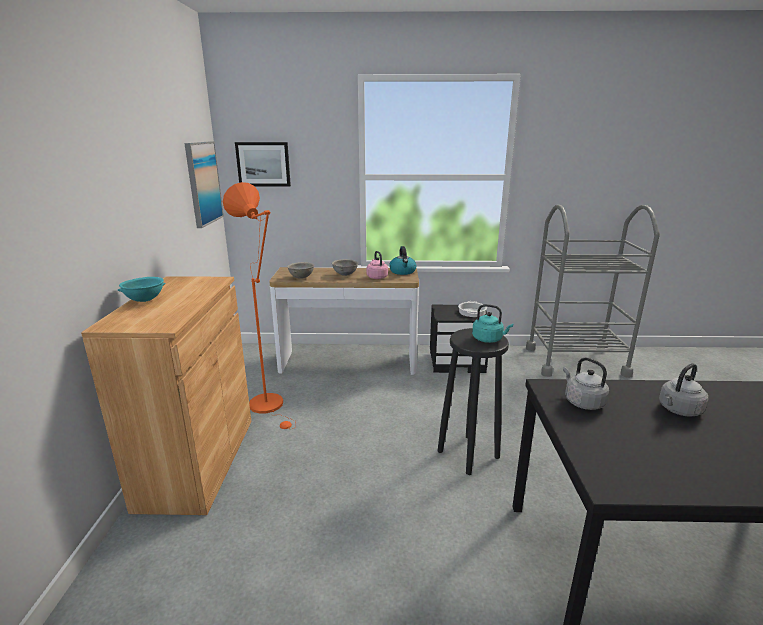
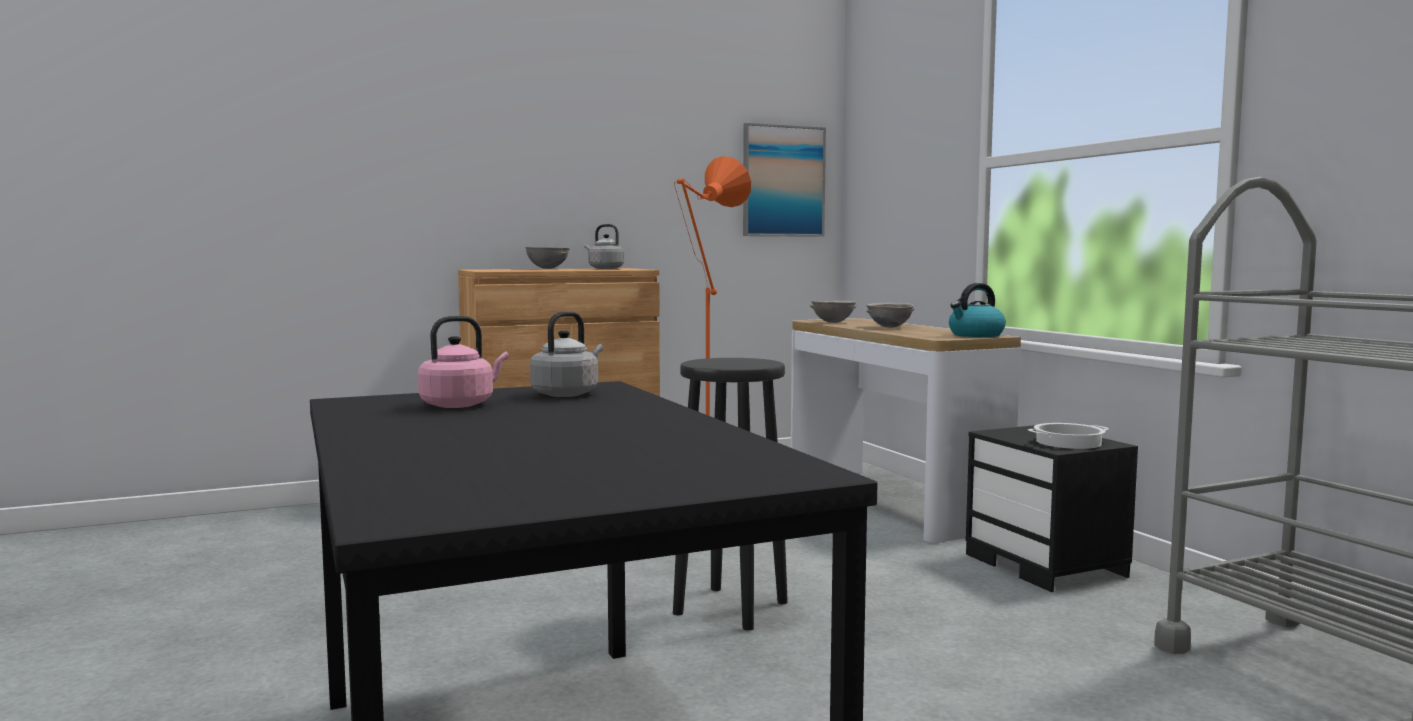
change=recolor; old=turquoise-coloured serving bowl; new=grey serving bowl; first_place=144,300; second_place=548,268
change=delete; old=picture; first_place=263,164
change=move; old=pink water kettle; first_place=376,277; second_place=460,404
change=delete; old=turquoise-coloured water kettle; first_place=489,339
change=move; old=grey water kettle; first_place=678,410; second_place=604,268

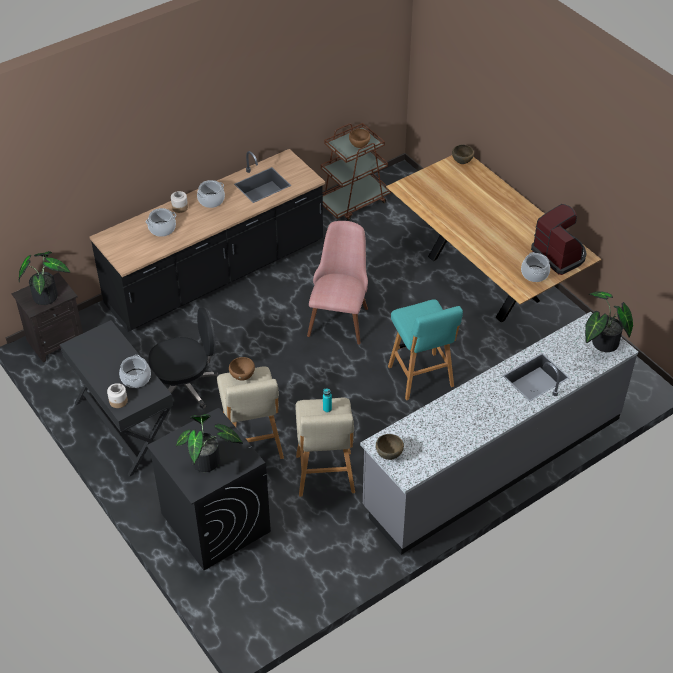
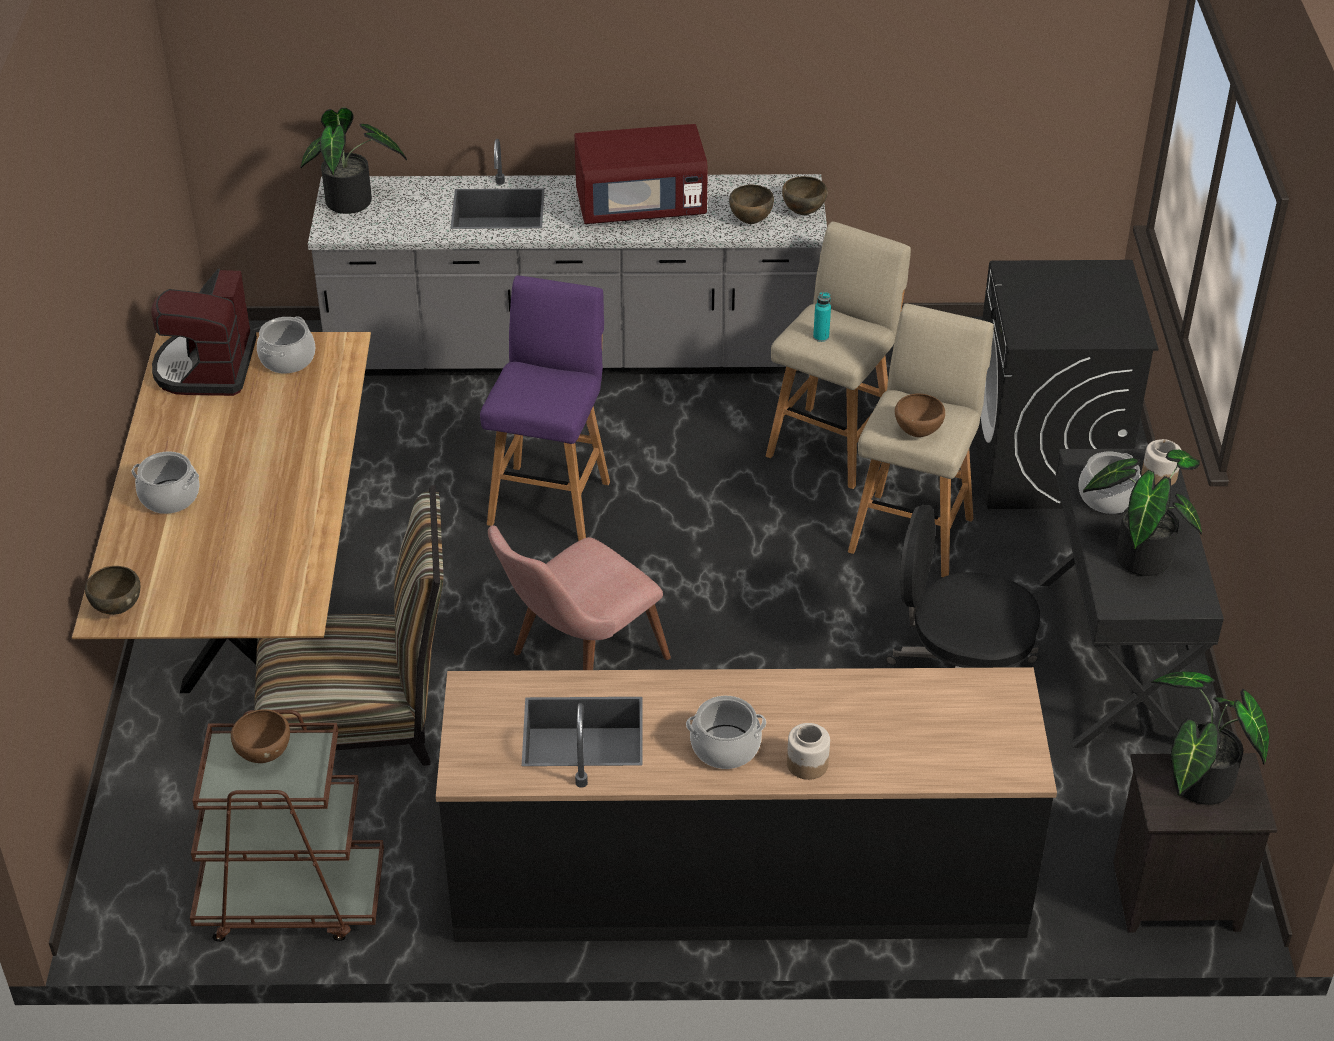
change=move; old=cooking pot; first_place=162,229; second_place=170,497
change=move; old=houseplant; first_place=208,463; second_place=1138,554
change=recolor; old=turquoise-coloured sitting stool; new=purplish sitting stool; first_place=421,378; second_place=550,500
change=insert; new=chair; second_place=361,717
change=insert; new=red-coloured kitchen microwave; second_place=641,207
change=insert; new=brown serving bowl; second_place=750,221

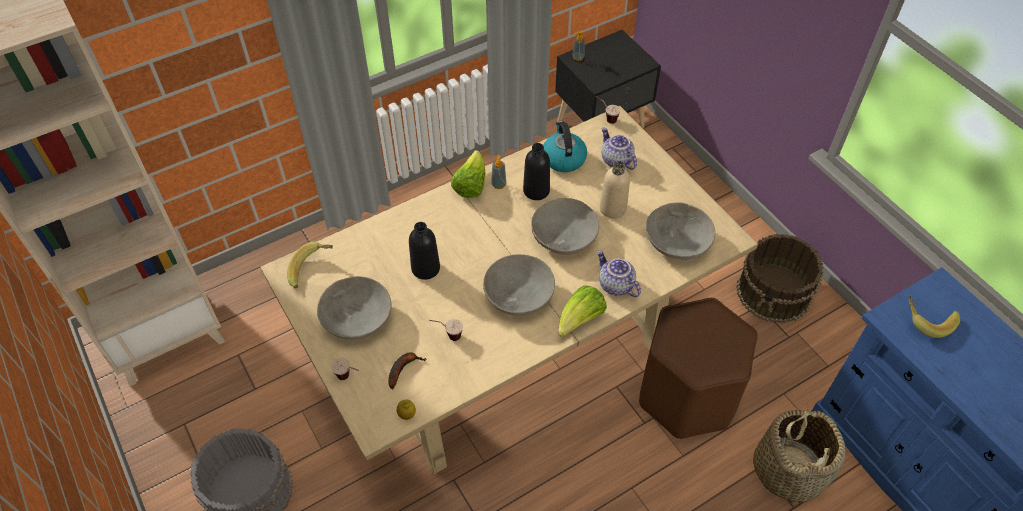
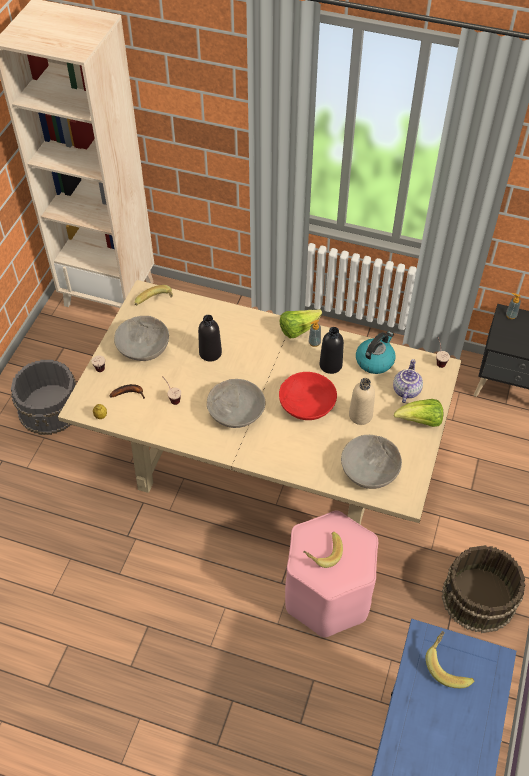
change=recolor; old=grey serving bowl; new=red-coloured serving bowl; first_place=564,237; second_place=307,405
change=move; old=lettuce; first_place=580,320; second_place=420,421
change=delete; old=tea pot; first_place=615,285
change=recolor; old=brown sitting stool; new=pink sitting stool; first_place=686,396; second_place=327,596
change=delete; old=household basket; first_place=788,470
change=insert; new=whole banana; second_place=322,553

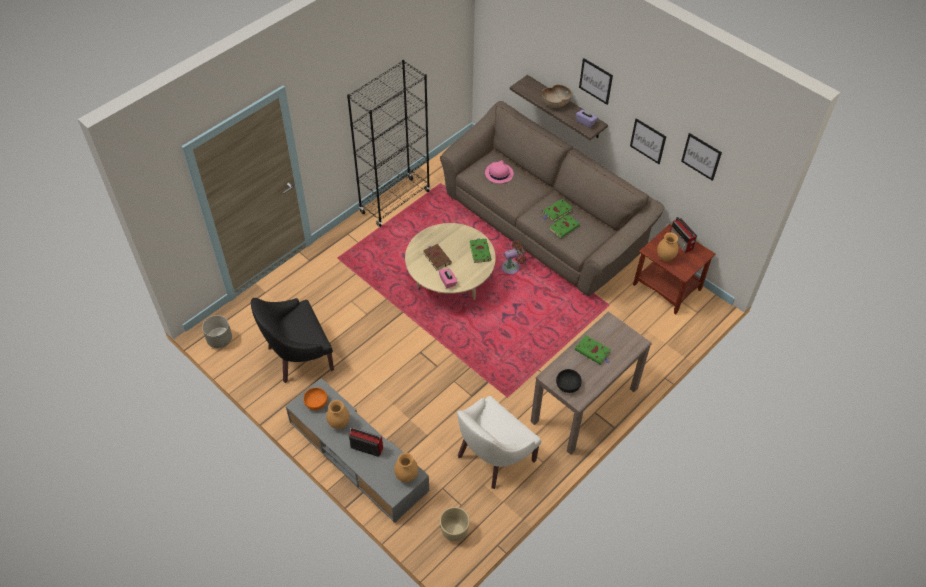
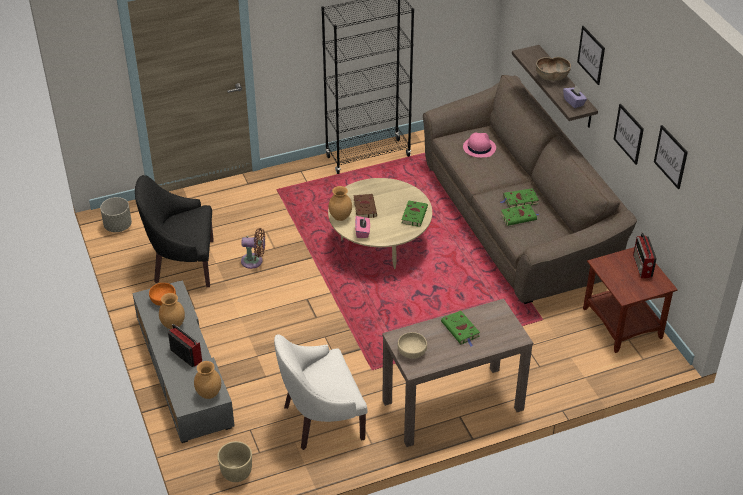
change=move; old=brown electric fan; first_place=512,267; second_place=254,261
change=recolor; old=black-coloured serving bowl; new=sand-coloured serving bowl; first_place=567,385; second_place=411,351
change=move; old=brown vase; first_place=665,257; second_place=341,217

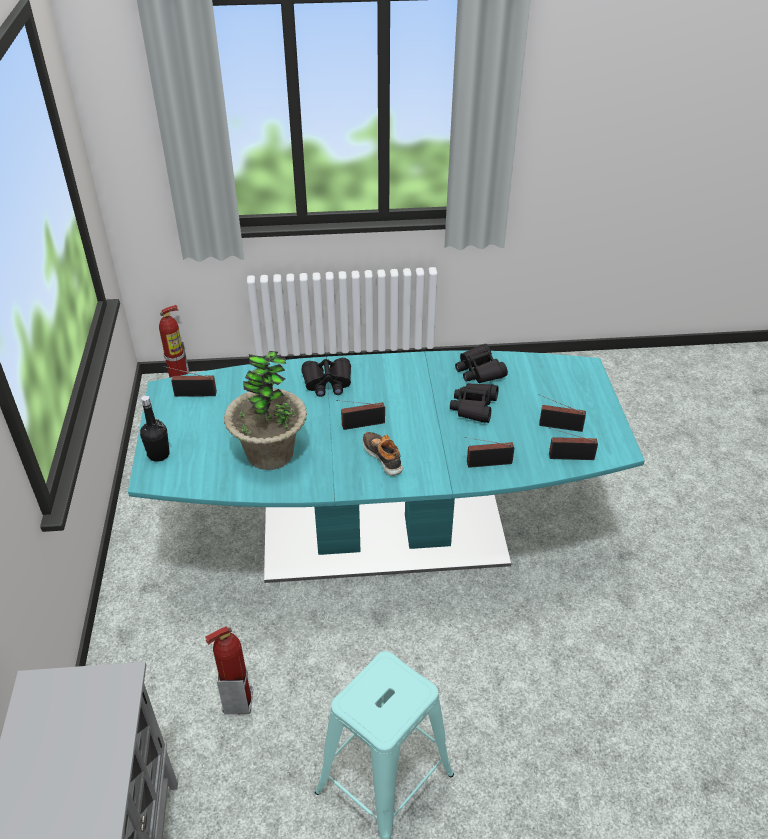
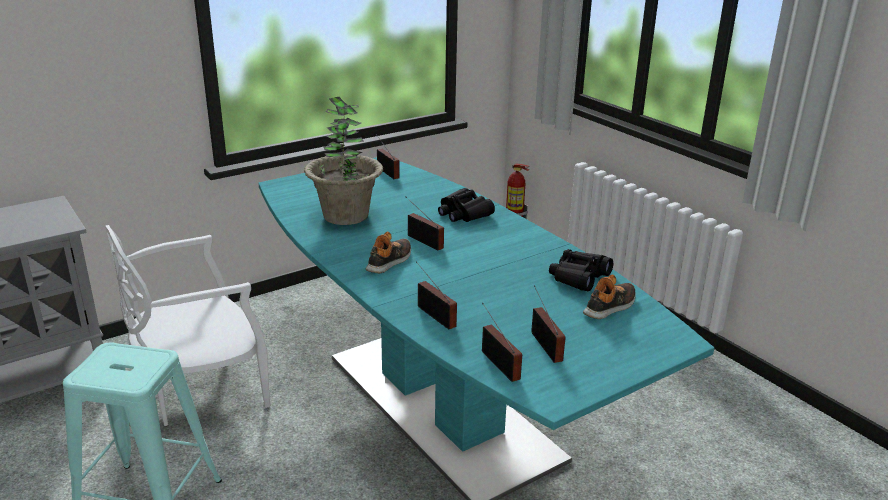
change=delete; old=black-coloured bottle; first_place=159,454
change=replace; old=fire-fighting cylinder; new=white chair; first_place=237,701; second_place=201,390
change=delete; old=black-coloured field glasses; first_place=474,407
change=insert; new=low shoe; second_place=610,306

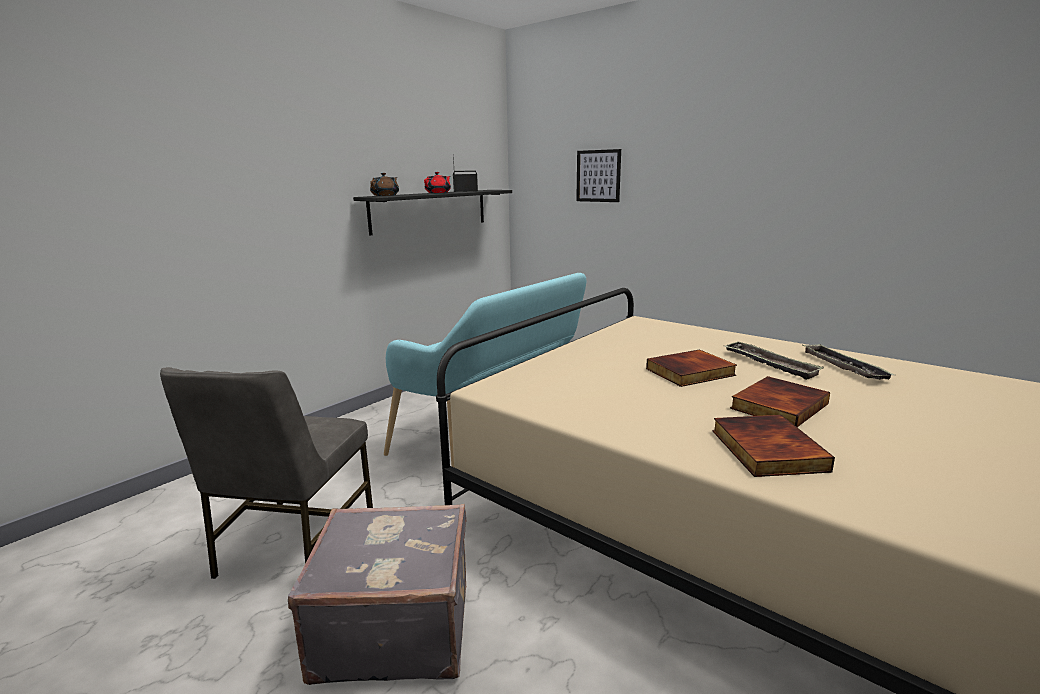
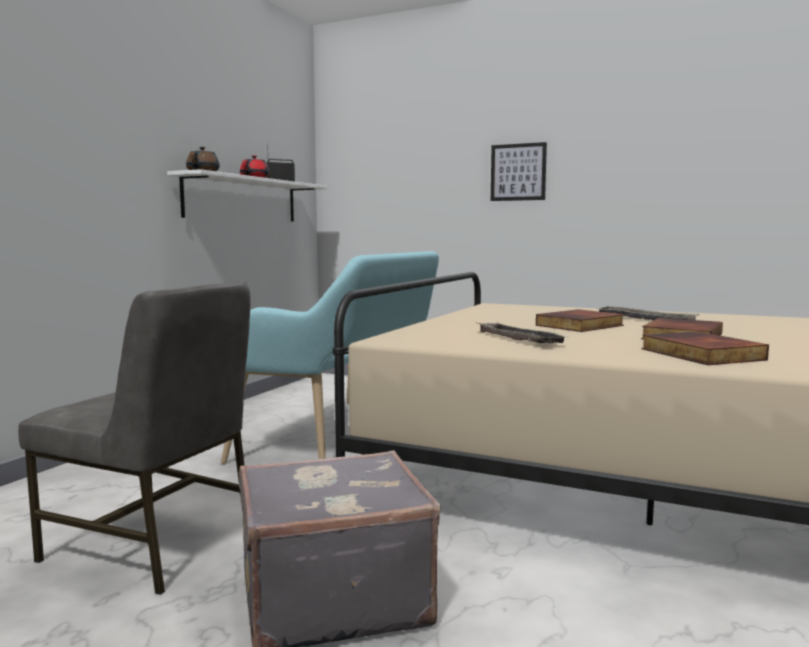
change=rotate; old=grey chair; first_place=294,543; second_place=153,546; degrees=-60
change=recolor; old=black-coloured shelf; new=white shelf; first_place=430,210; second_place=242,200
change=move; old=picture; first_place=598,176; second_place=518,172
change=move; old=serving tray; first_place=843,366; second_place=518,339

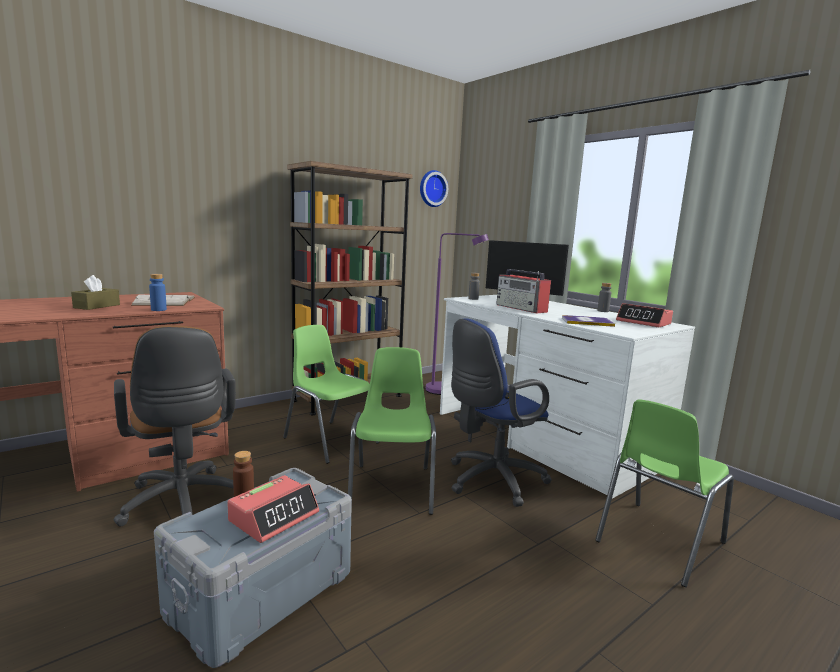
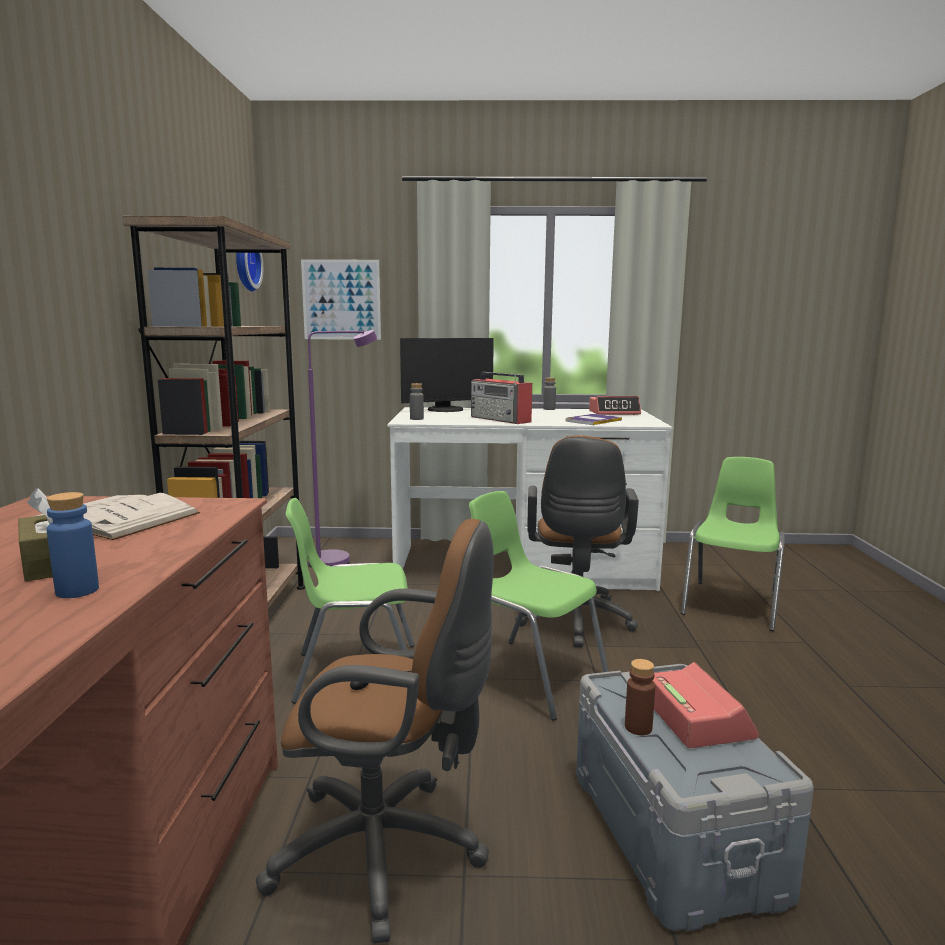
change=move; old=blue bottle; first_place=158,310; second_place=77,591
change=recolor; old=blue office chair; new=brown office chair; first_place=490,481; second_place=574,622
change=rotate; old=radio set; first_place=521,308; second_place=501,419; degrees=45
change=rotate; old=green chair; first_place=657,542; second_place=732,604; degrees=-150
change=insert; new=picture; second_place=341,300

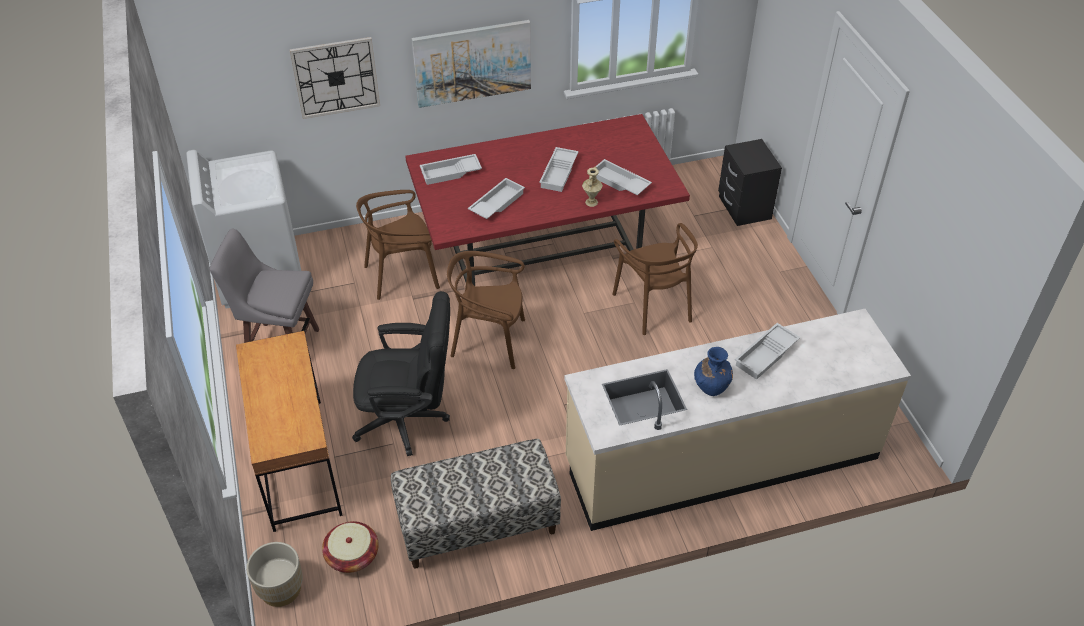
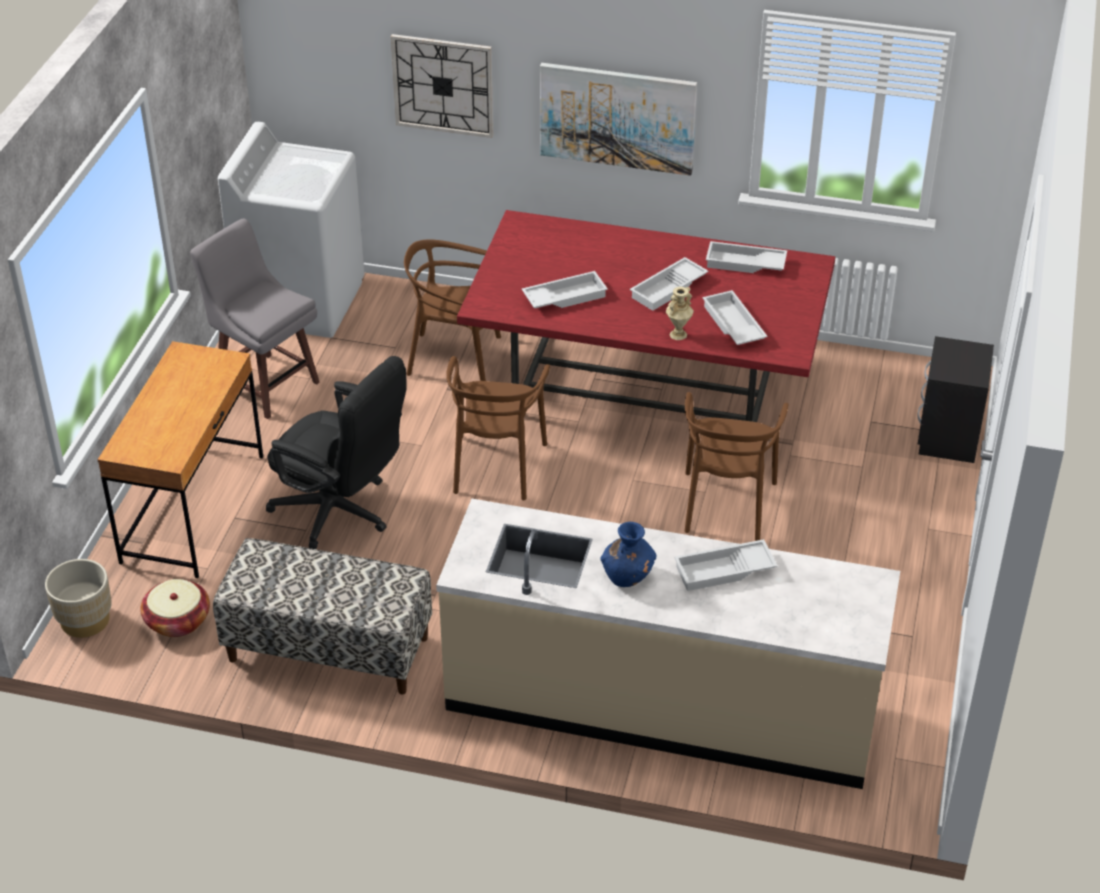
change=move; old=white serving tray; first_place=450,173; second_place=744,264
change=rotate; old=brown chair; first_place=489,340; second_place=496,466; degrees=-120

